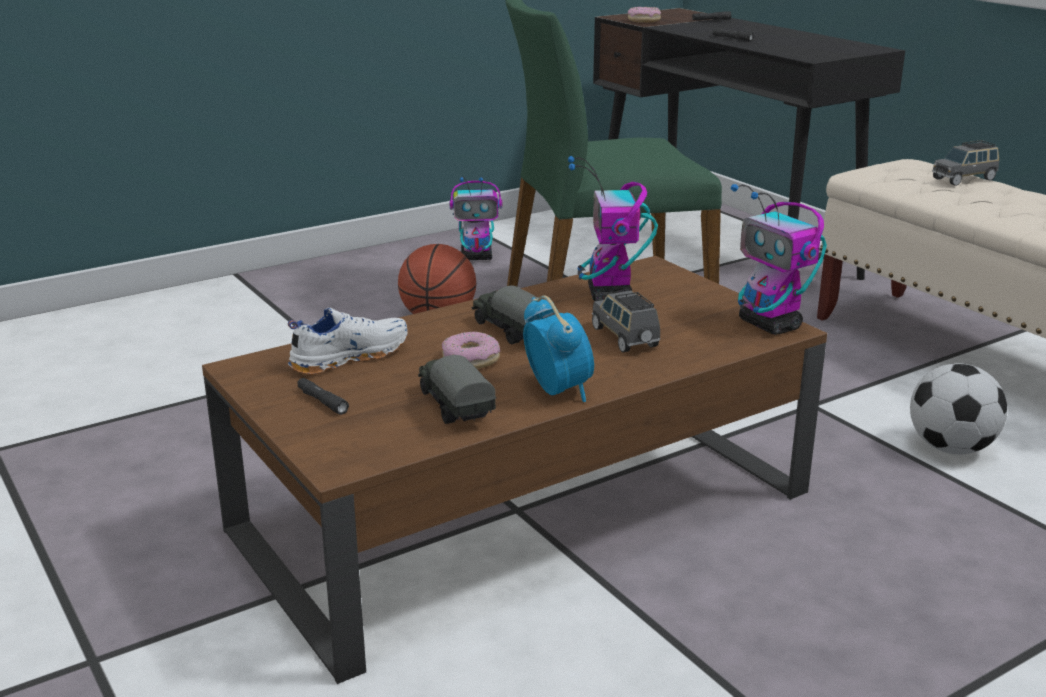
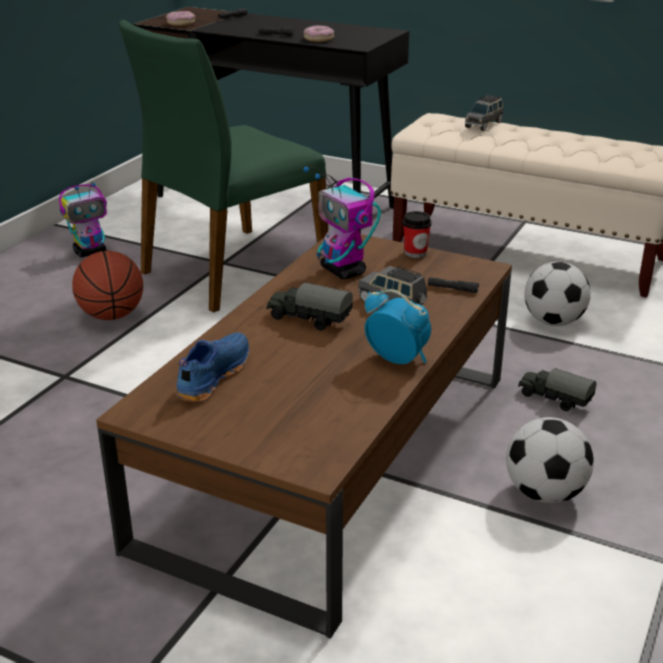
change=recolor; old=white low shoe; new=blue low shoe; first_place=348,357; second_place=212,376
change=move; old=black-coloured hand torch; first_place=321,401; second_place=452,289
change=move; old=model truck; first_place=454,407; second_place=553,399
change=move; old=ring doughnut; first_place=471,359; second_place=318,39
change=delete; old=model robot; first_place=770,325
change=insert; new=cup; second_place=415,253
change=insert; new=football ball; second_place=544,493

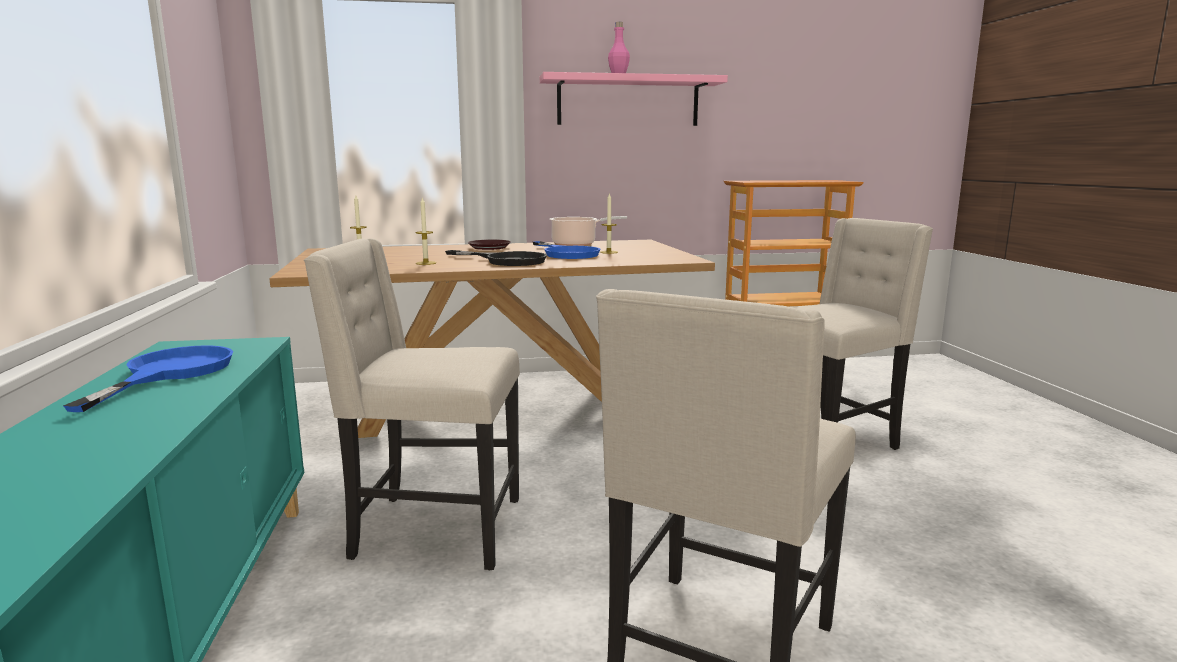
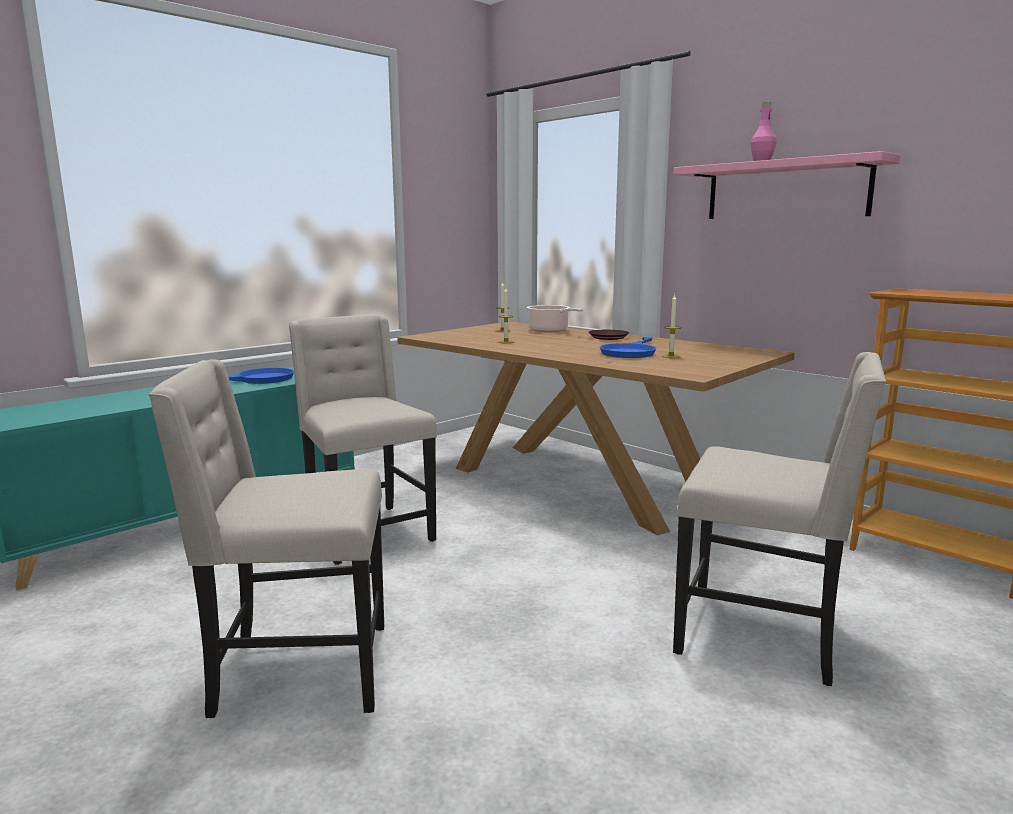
change=delete; old=black-coloured frying pan; first_place=507,261
change=move; old=cooking pot; first_place=577,244; second_place=550,331

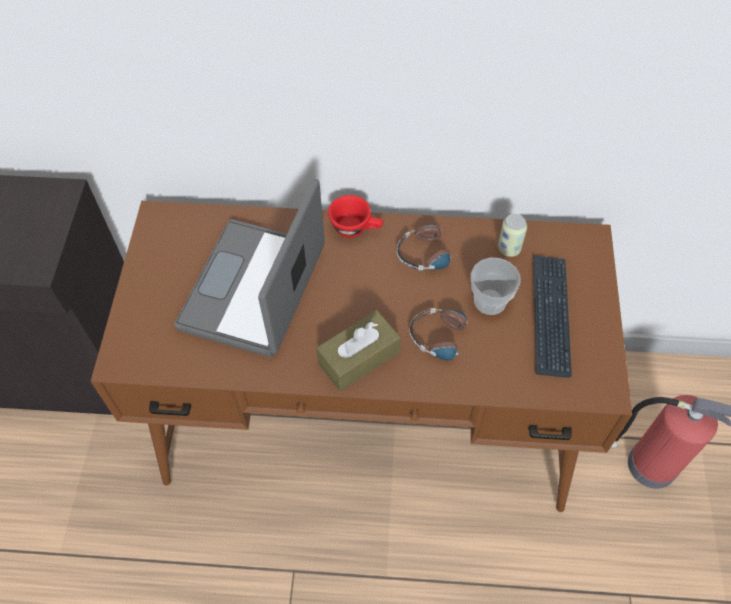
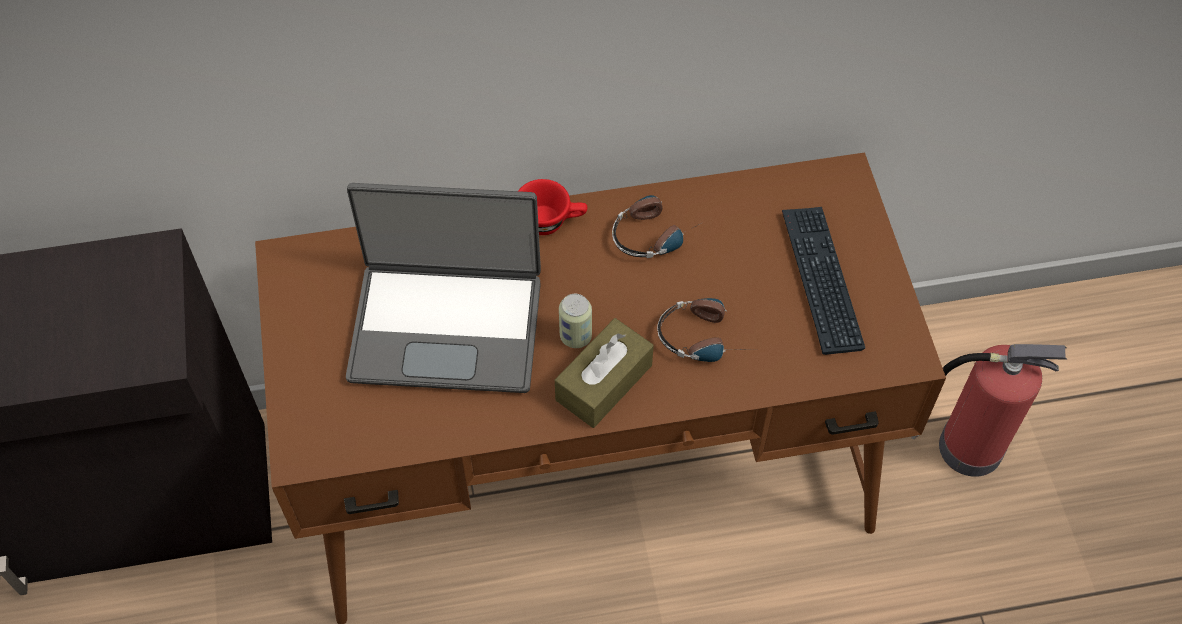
change=rotate; old=portable computer; first_place=256,289; second_place=447,325; degrees=-90
change=delete; old=cup; first_place=490,301
change=move; old=can; first_place=509,248; second_place=575,336

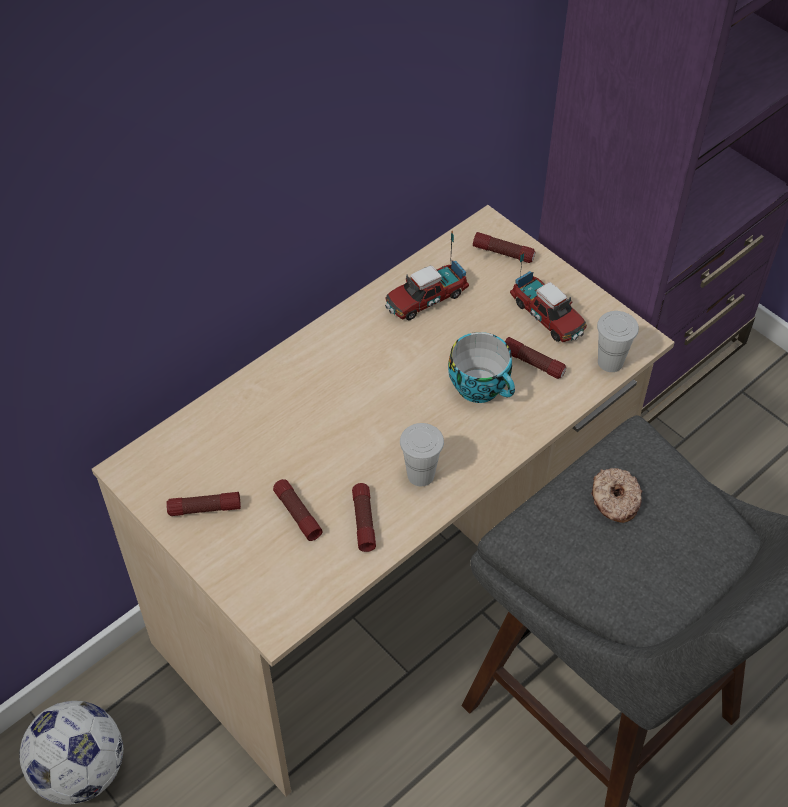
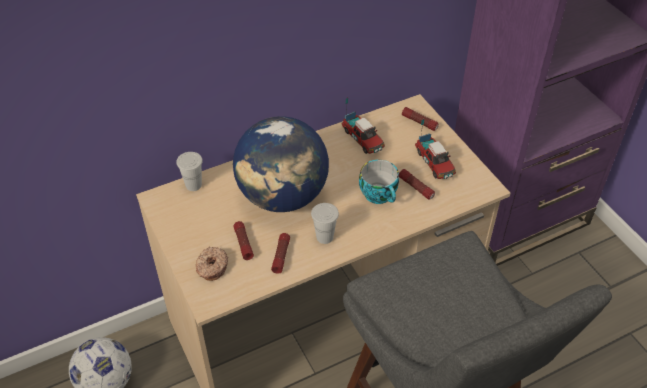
change=delete; old=hand torch; first_place=204,509
change=rotate; old=model truck; first_place=425,299; second_place=363,139; degrees=-105
change=move; old=ring doughnut; first_place=614,500; second_place=212,267
change=move; old=white cup; first_place=610,362; second_place=193,185
change=insert; new=world globe; second_place=283,197

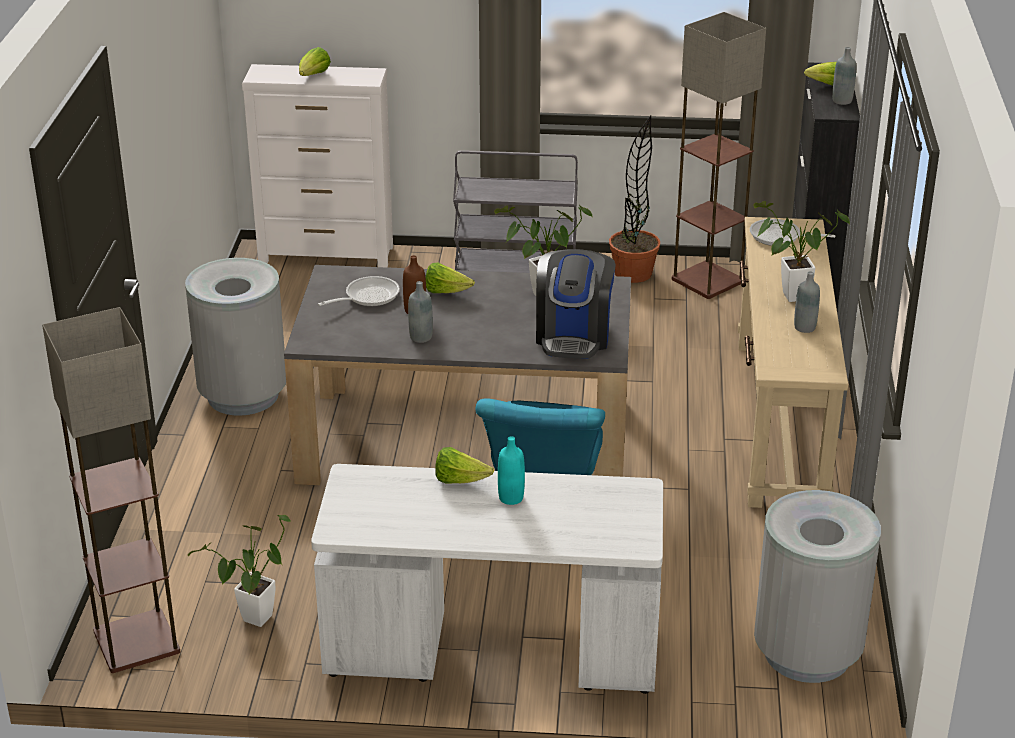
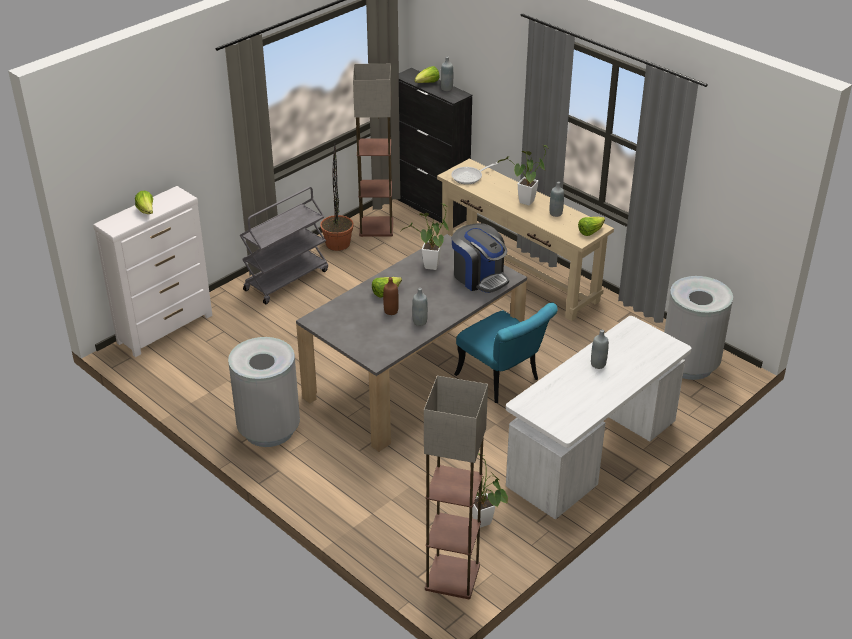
change=delete; old=frying pan; first_place=367,297
change=move; old=lettuce; first_place=460,480; second_place=590,232
change=recolor; old=turquoise-coloured bottle; new=grey bottle; first_place=511,498; second_place=598,364

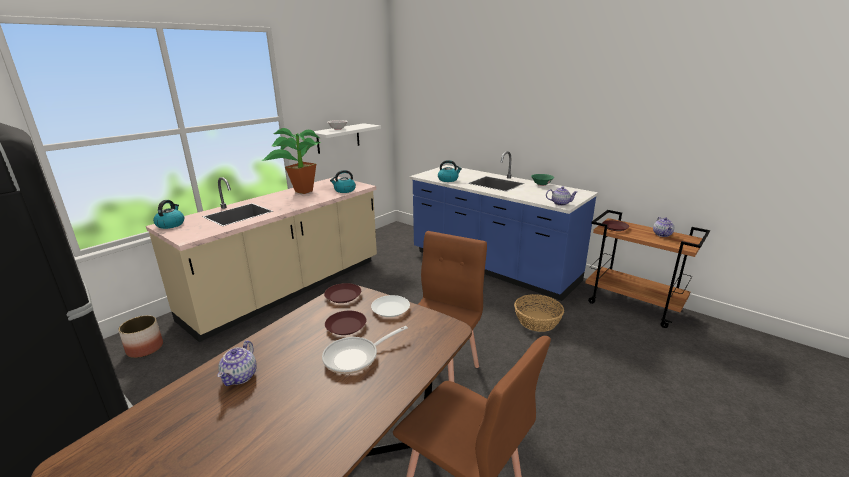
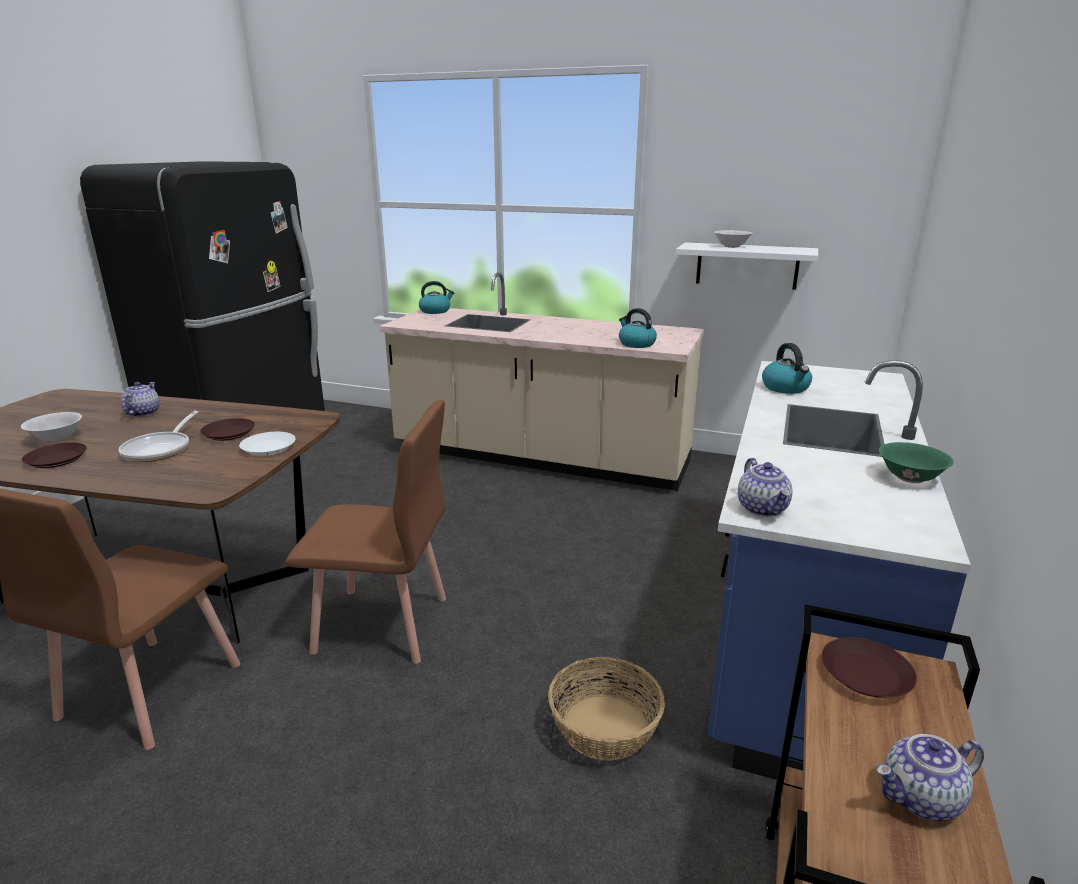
change=delete; old=plant pot; first_place=145,348
change=rotate; old=tea pot; first_place=240,377; second_place=143,413; degrees=105
change=delete; old=houseplant; first_place=300,192
change=rotate; old=frying pan; first_place=355,357; second_place=160,449; degrees=-120
change=move; old=brown plate; first_place=342,296; second_place=56,460
change=insert; new=white serving bowl; second_place=57,438

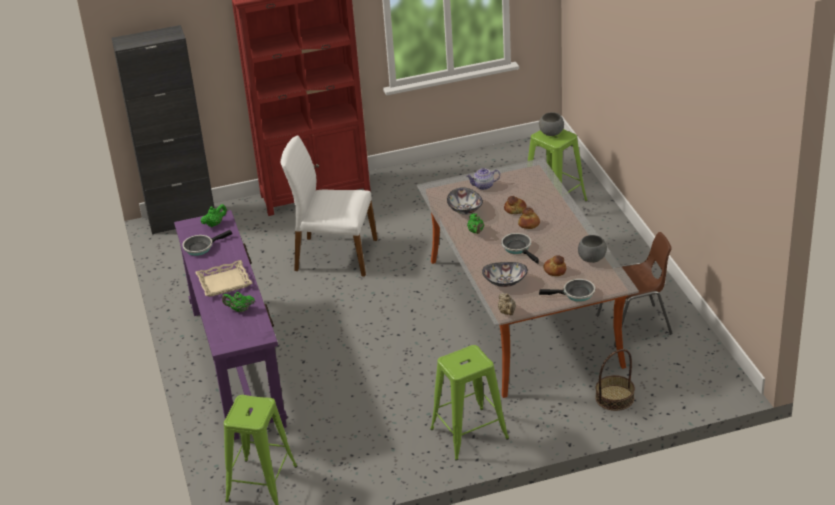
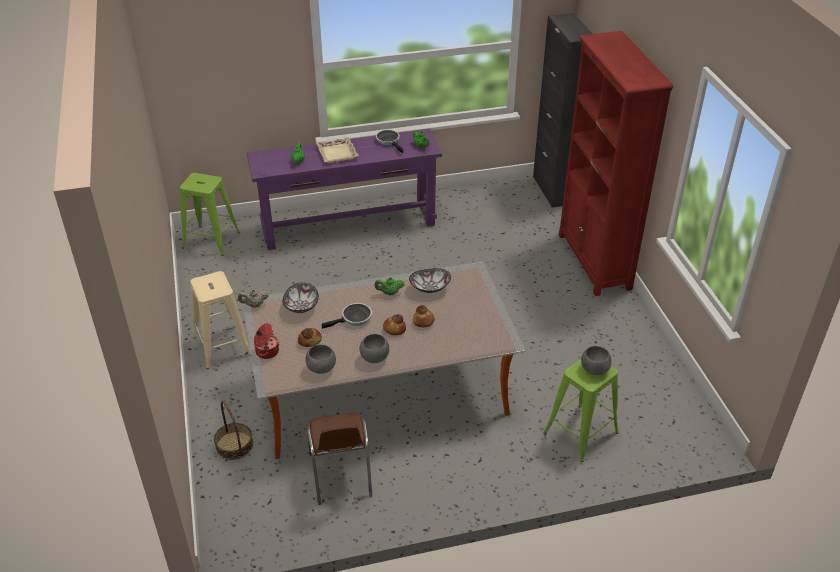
change=delete; old=white chair; first_place=334,255
change=recolor; old=green sitting stool; new=sand-coloured sitting stool; first_place=470,433; second_place=222,346
change=delete; old=tea pot; first_place=484,186
change=replace; old=frying pan; new=cooking pot; first_place=576,294; second_place=266,351
change=insert; new=grey serving bowl; second_place=374,358

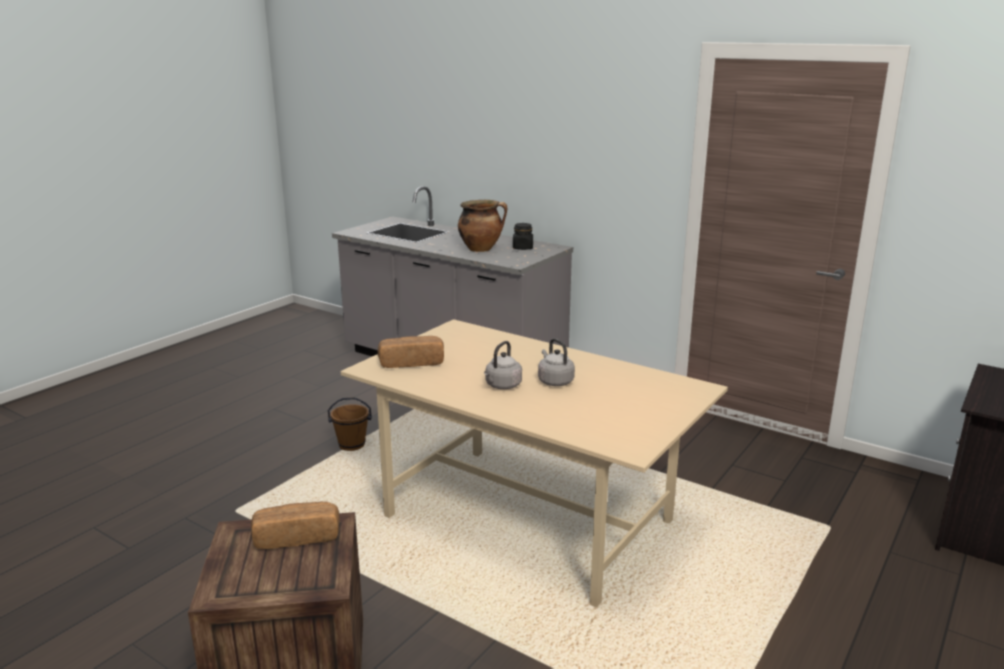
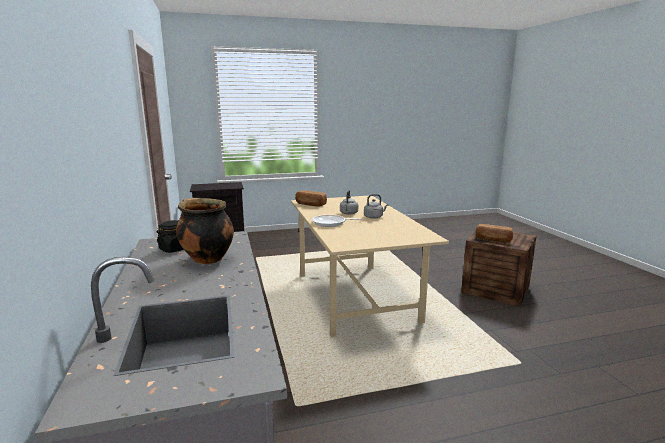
change=delete; old=brown water bucket; first_place=352,445
change=move; old=bread; first_place=411,363; second_place=310,204
change=insert; new=frying pan; second_place=331,223

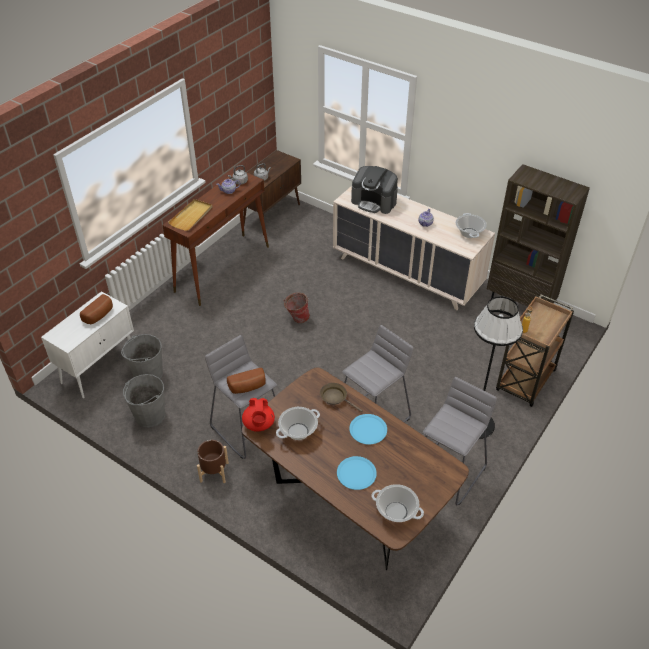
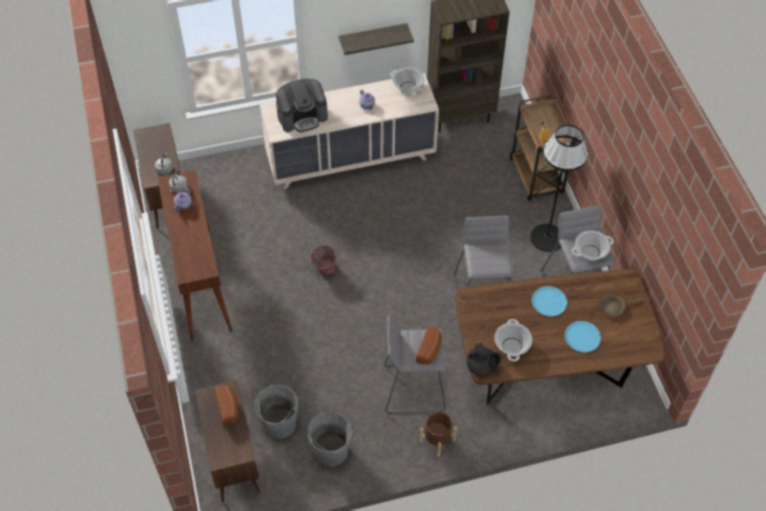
change=recolor; old=white cupboard; new=brown cupboard; first_place=100,367; second_place=232,457
change=delete; old=sand-coloured serving tray; first_place=191,216
change=recolor; old=red-coloured tea pot; new=black-coloured tea pot; first_place=259,424; second_place=482,367
change=move; old=brown frying pan; first_place=335,398; second_place=613,306
change=move; old=cooking pot; first_place=396,511; second_place=590,252
change=insert; new=shelf; second_place=373,38

